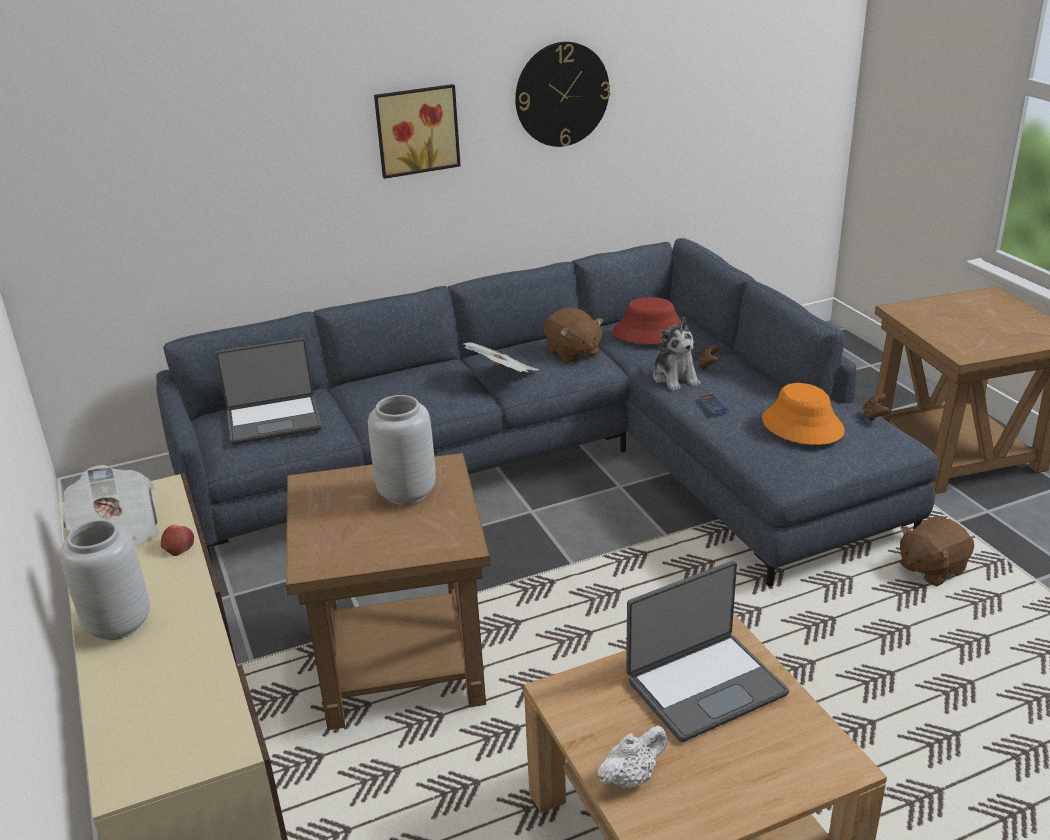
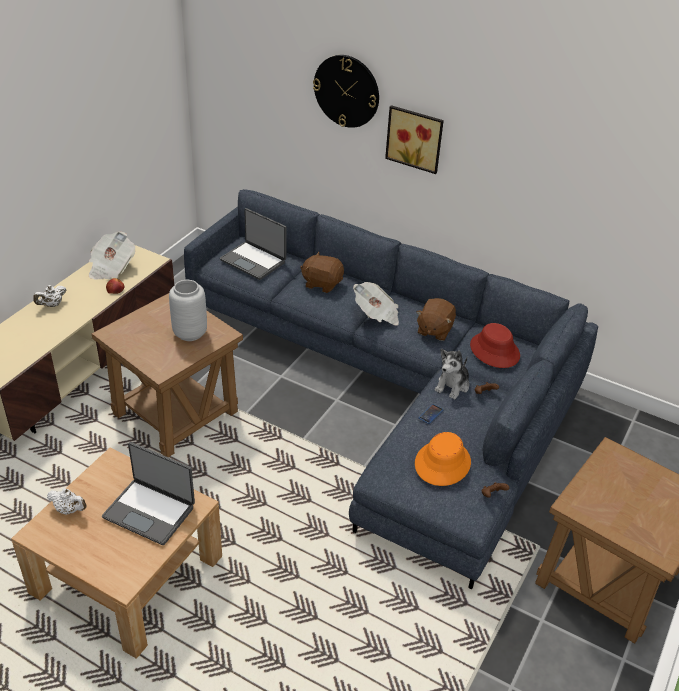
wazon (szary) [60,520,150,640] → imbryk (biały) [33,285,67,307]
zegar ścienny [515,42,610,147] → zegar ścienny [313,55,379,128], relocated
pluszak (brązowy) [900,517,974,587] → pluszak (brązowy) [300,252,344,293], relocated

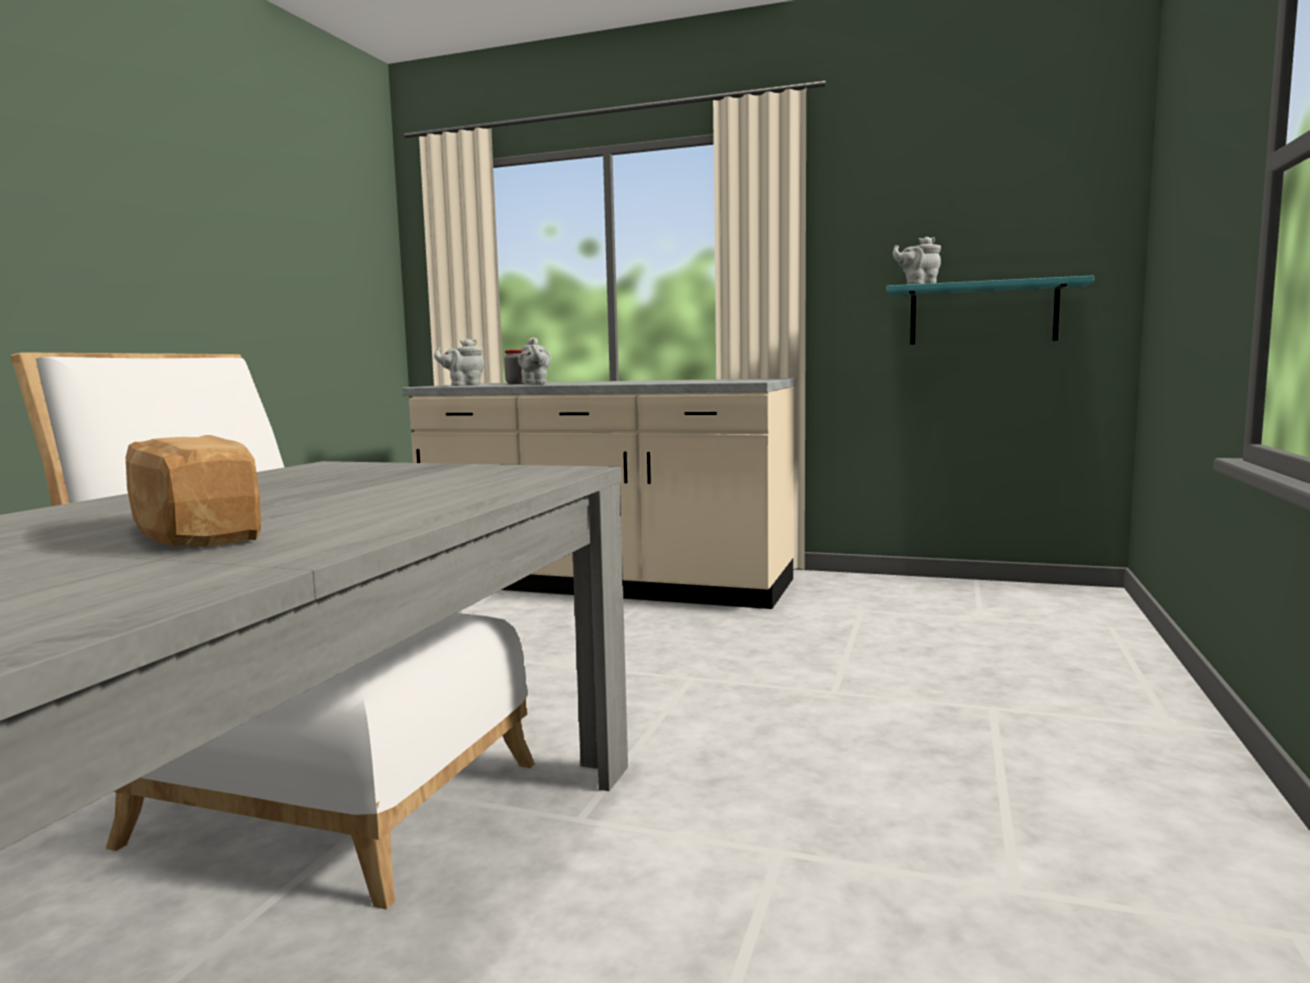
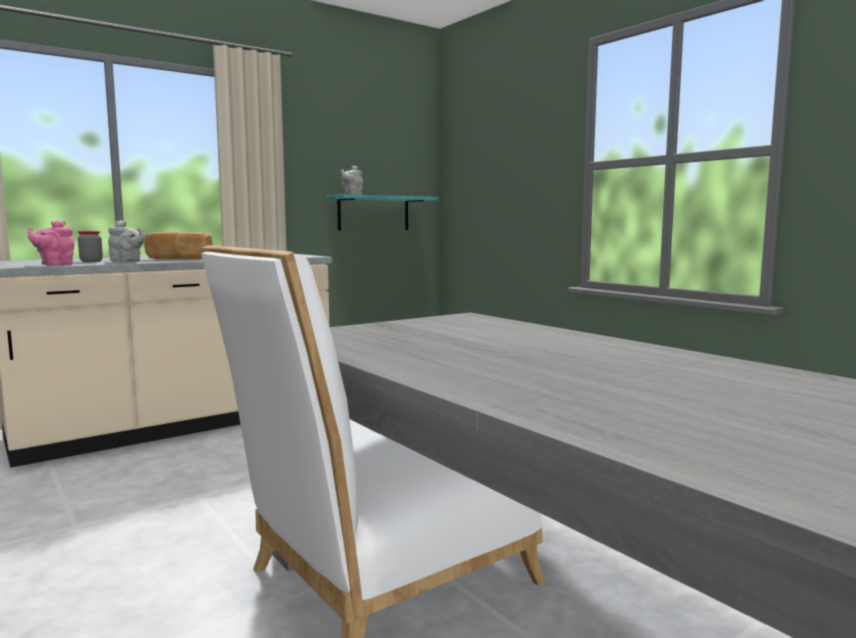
chleb [126,435,261,547] → chleb [144,232,213,259], relocated
imbryk (szary) [434,339,485,386] → imbryk (różowy) [28,220,75,265]

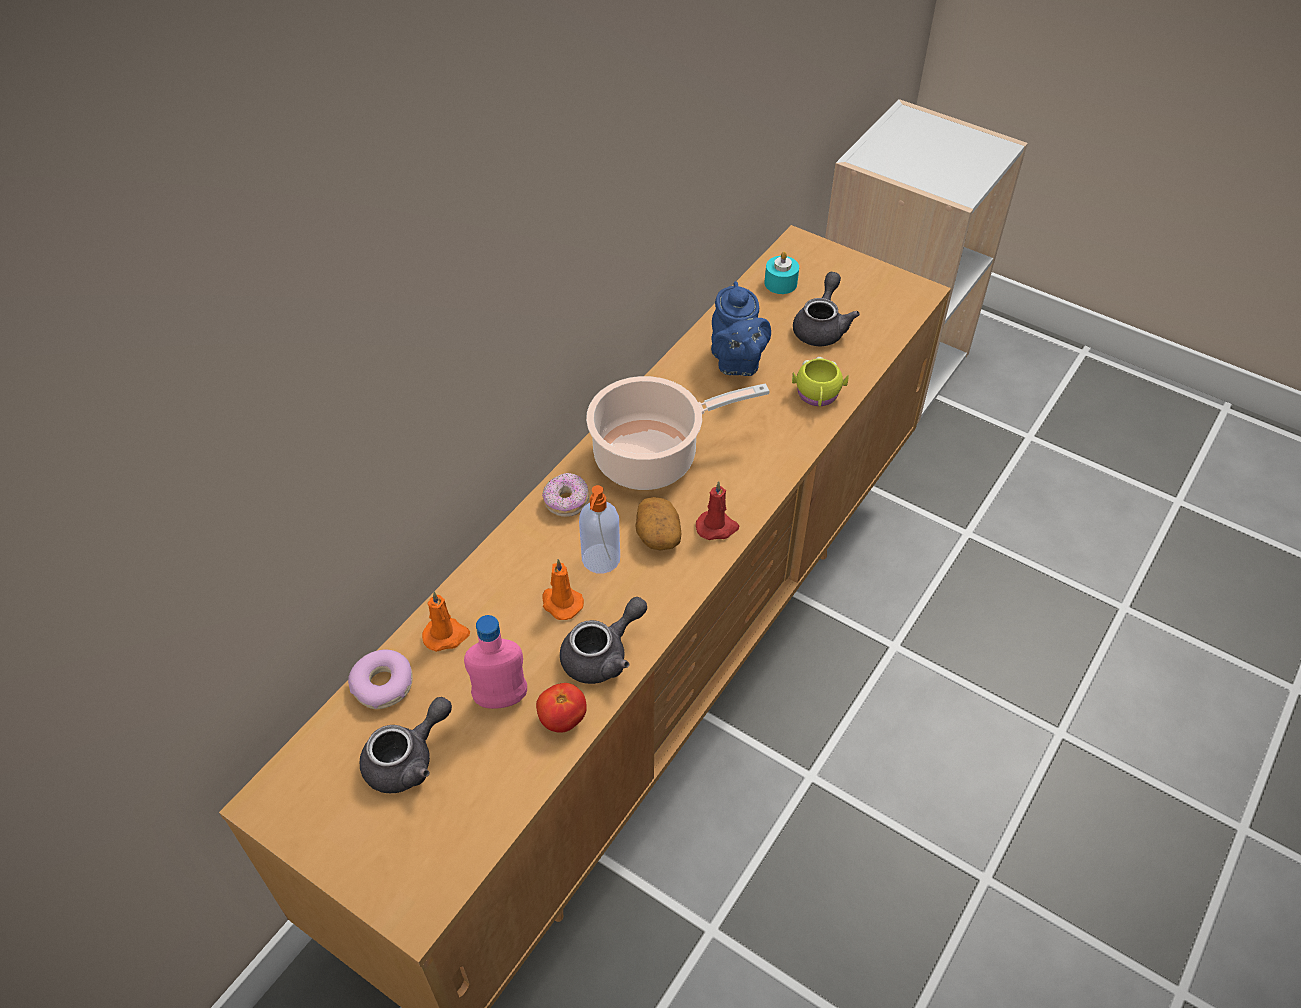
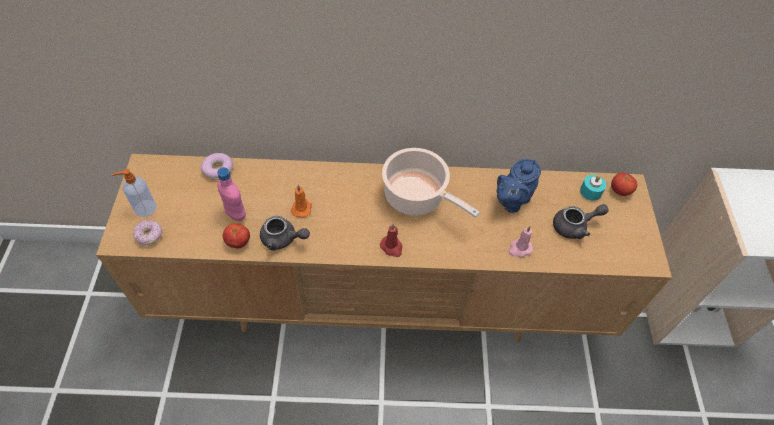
imbryk (szary) [360,697,452,793] → -
świeca (pomarańczowy) [422,592,470,652] → -
donut [542,473,589,517] → donut [133,220,162,246], relocated
dozownik mydła [579,485,620,574] → dozownik mydła [112,169,157,217], relocated
ziemniak [635,497,681,551] → -
kubek (żółty) [792,357,849,407] → świeca (różowy) [509,226,533,257]
- → pomidor [611,173,637,196]

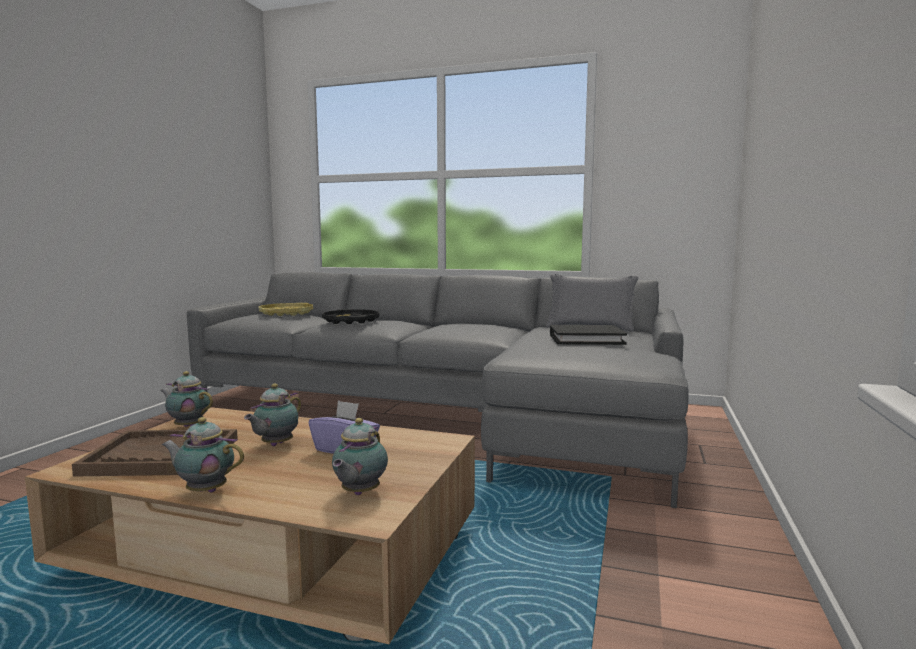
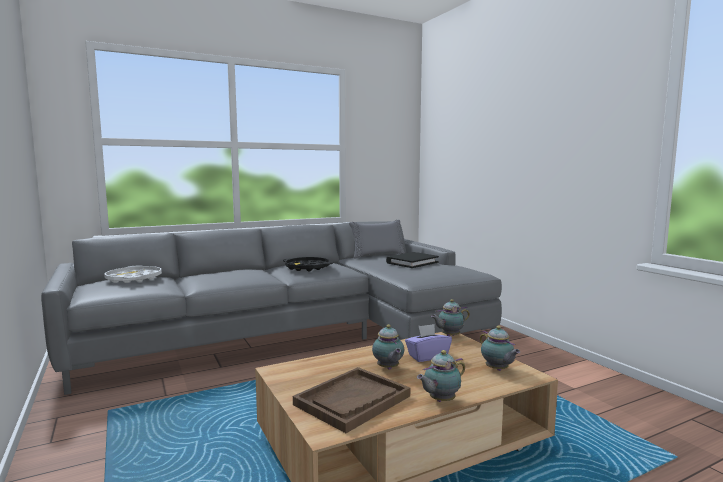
imbryk [160,371,213,427] → imbryk [431,299,470,336], relocated
taca (żółty) [259,303,313,316] → taca (biały) [104,265,162,283]
taca (czarny) [322,309,380,324] → taca (czarny) [283,257,333,271], relocated

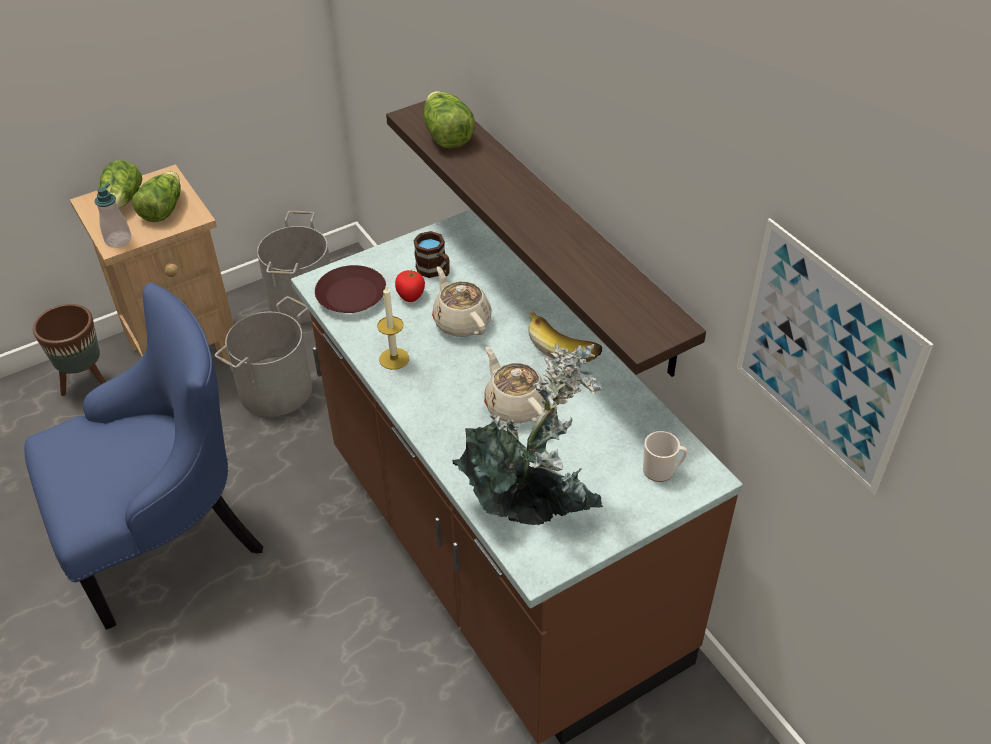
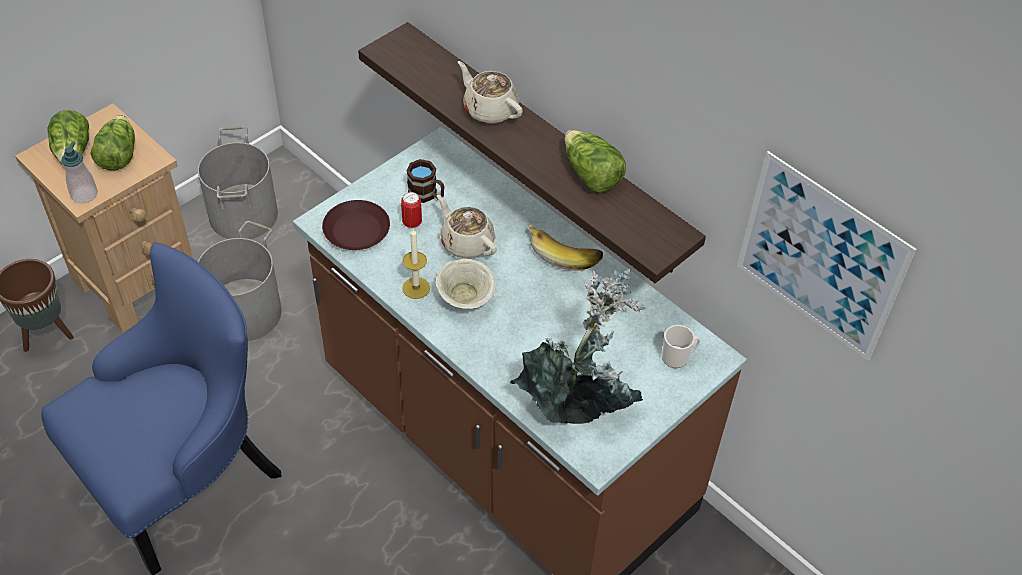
pomidor [395,269,425,302] → puszka [401,192,422,229]
sałata [423,91,475,148] → sałata [565,130,626,193], relocated
imbryk (beżowy) [484,347,547,423] → imbryk (beżowy) [458,61,523,124], relocated
- → miska (beżowy) [436,259,496,309]

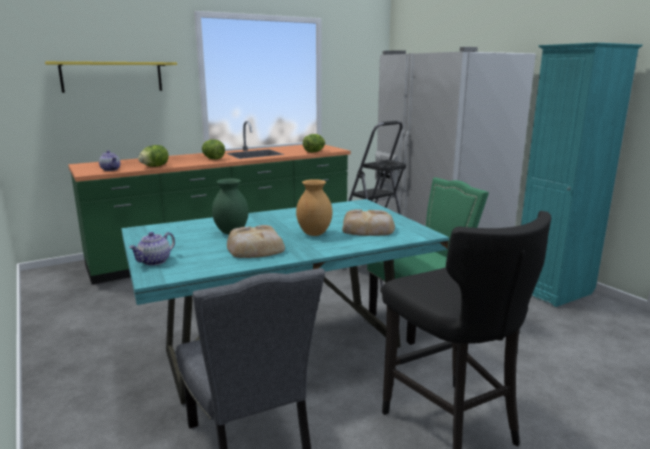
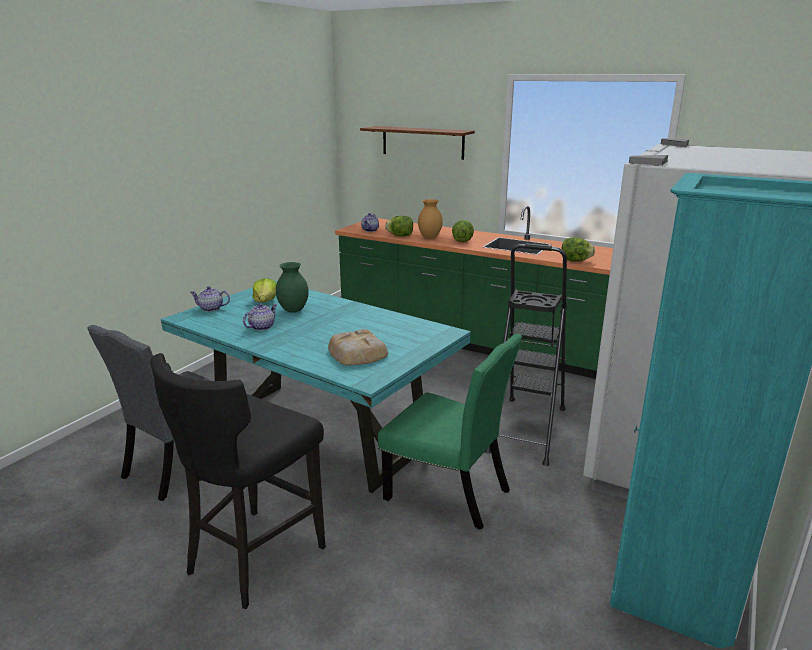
półka (żółty) [45,61,177,93] → półka (brązowy) [360,126,475,160]
chleb [227,225,285,258] → imbryk [243,303,278,331]
wazon (brązowy) [296,179,332,236] → wazon (brązowy) [418,199,443,238], relocated
- → sałata [252,278,277,302]

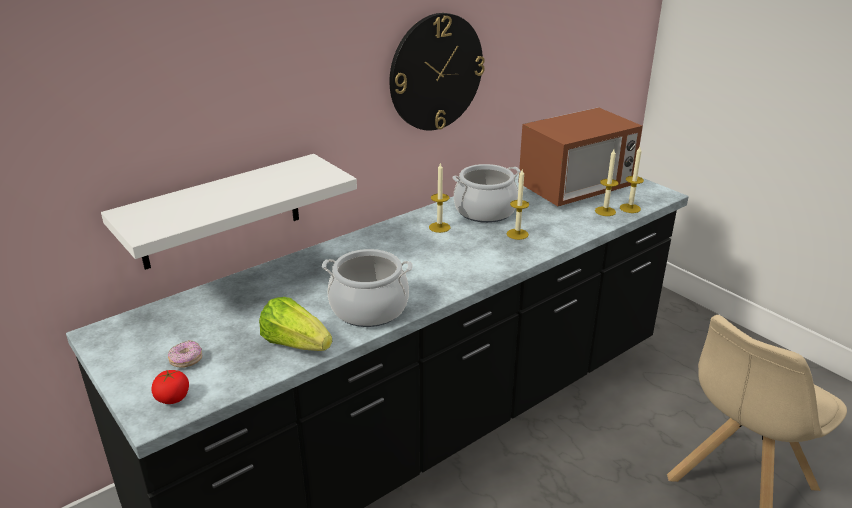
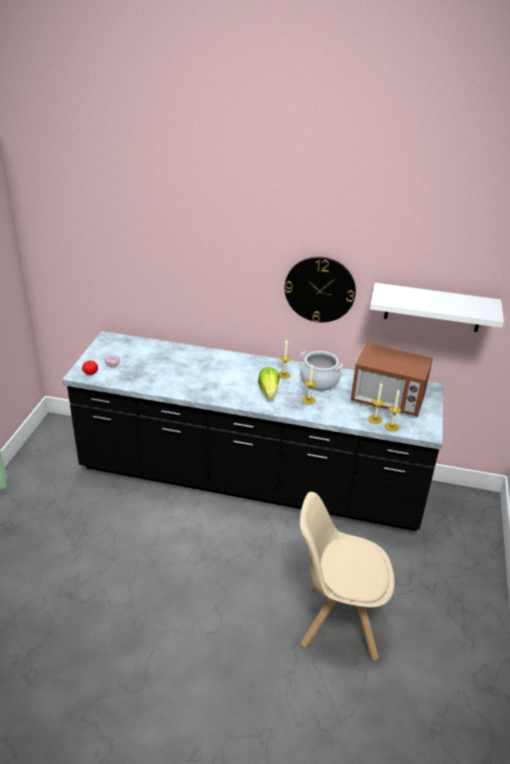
półka (biały) [101,154,357,270] → półka (biały) [370,283,504,332], relocated
sałata [259,297,332,351] → sałata [258,367,280,399], relocated
garnek [322,249,413,327] → -

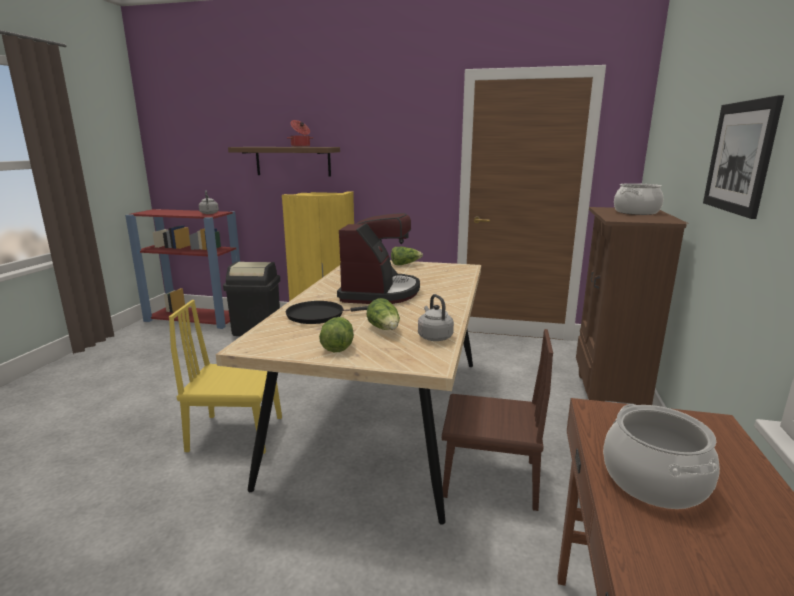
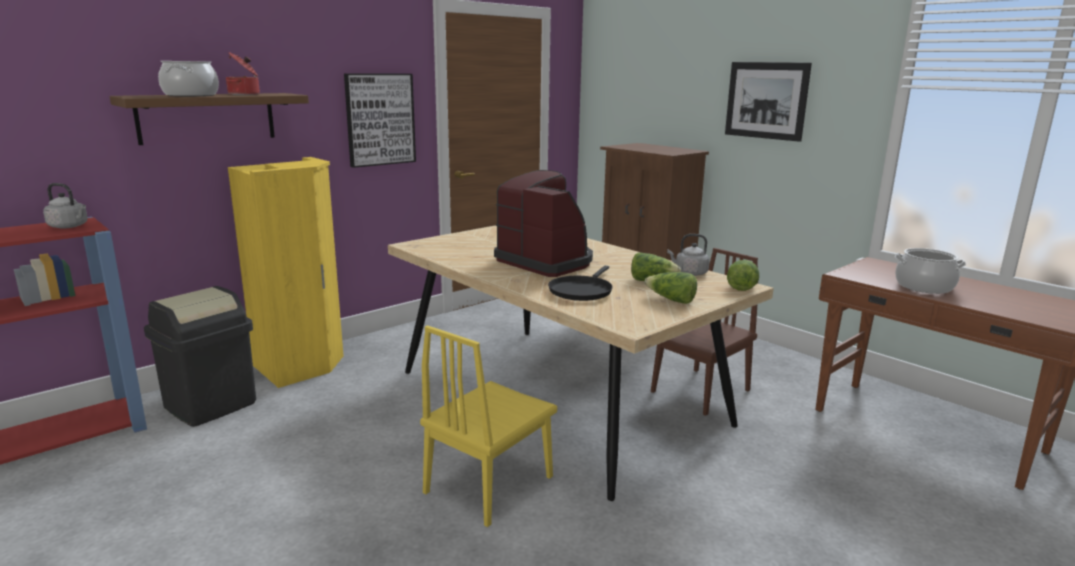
sałata [391,247,423,265] → sałata [727,260,759,291], relocated
garnek [614,183,663,215] → garnek [158,61,219,96], relocated
- → obraz [344,73,416,168]

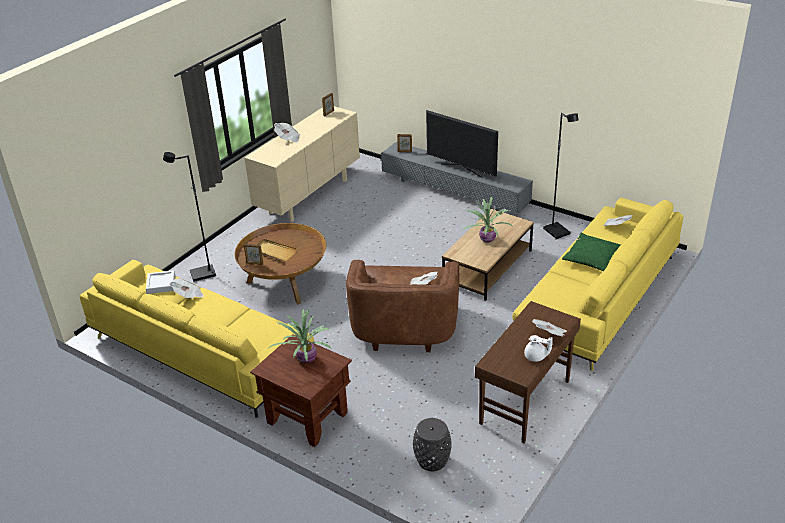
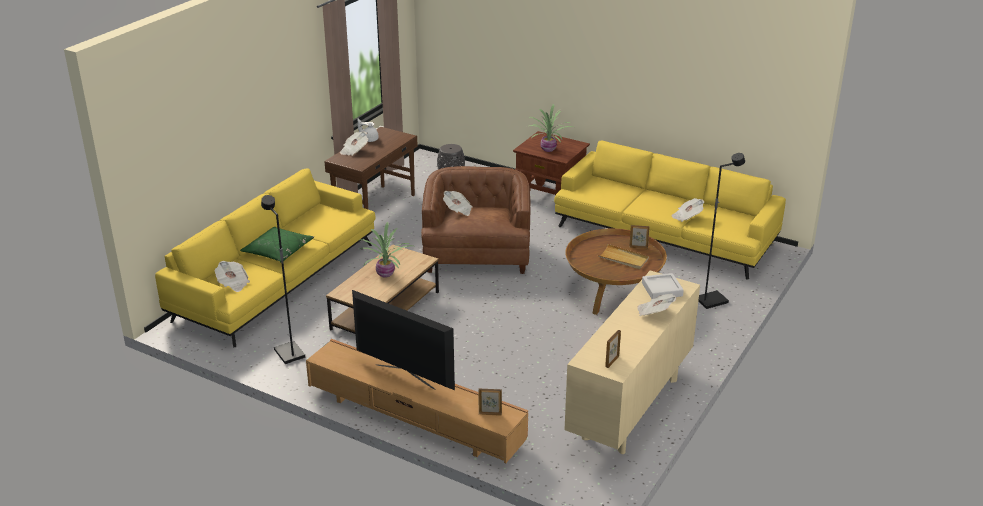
taca (szary) [146,270,175,294] → taca (szary) [642,273,684,299], relocated
szafka pod telewizor (szary) [381,142,533,213] → szafka pod telewizor (brązowy) [306,339,528,463]

